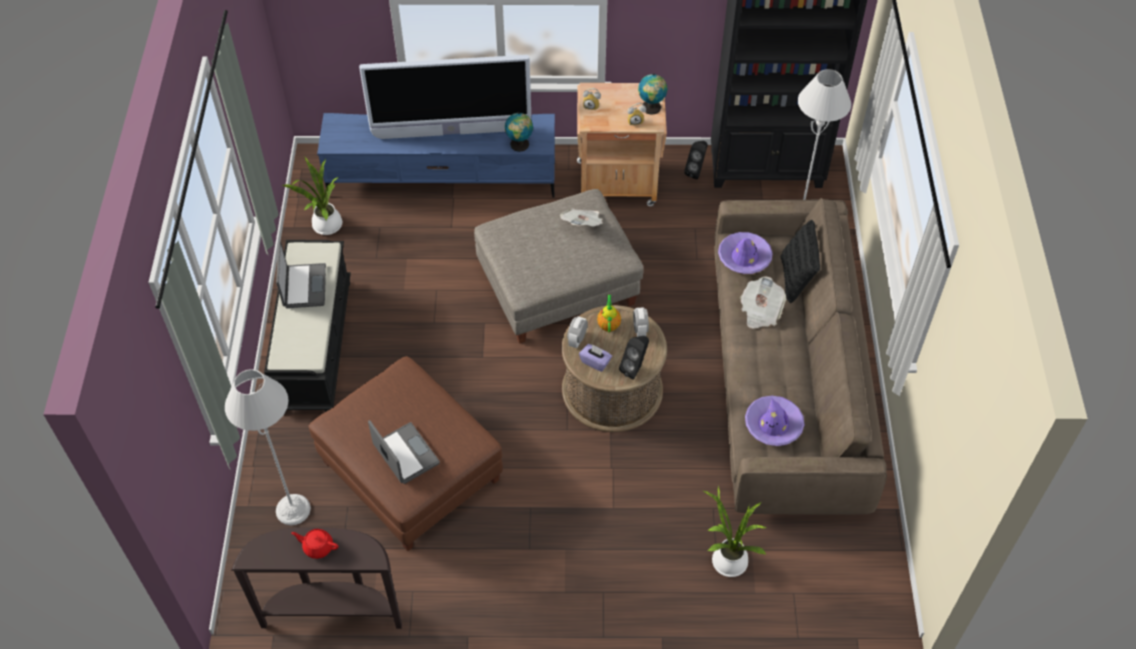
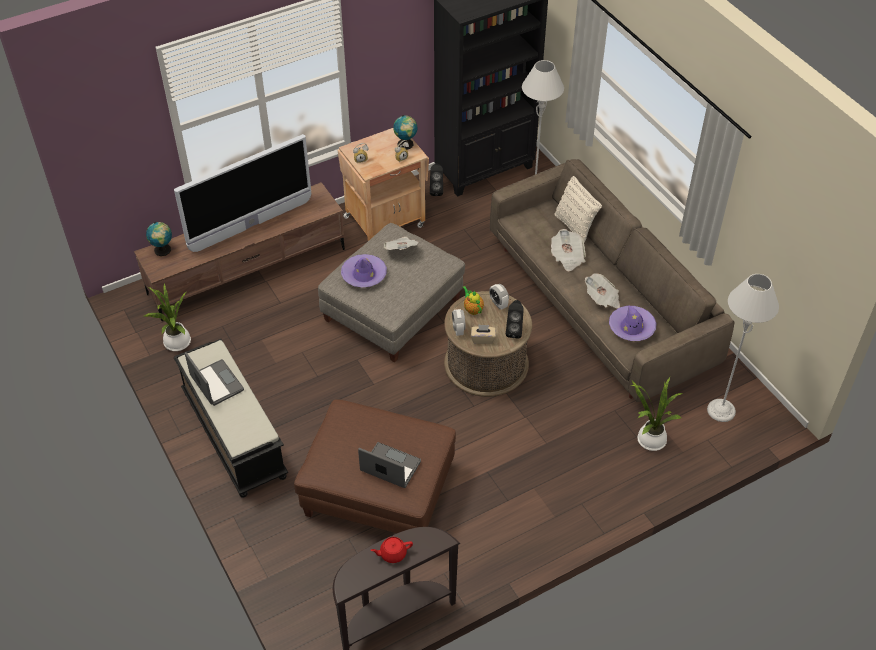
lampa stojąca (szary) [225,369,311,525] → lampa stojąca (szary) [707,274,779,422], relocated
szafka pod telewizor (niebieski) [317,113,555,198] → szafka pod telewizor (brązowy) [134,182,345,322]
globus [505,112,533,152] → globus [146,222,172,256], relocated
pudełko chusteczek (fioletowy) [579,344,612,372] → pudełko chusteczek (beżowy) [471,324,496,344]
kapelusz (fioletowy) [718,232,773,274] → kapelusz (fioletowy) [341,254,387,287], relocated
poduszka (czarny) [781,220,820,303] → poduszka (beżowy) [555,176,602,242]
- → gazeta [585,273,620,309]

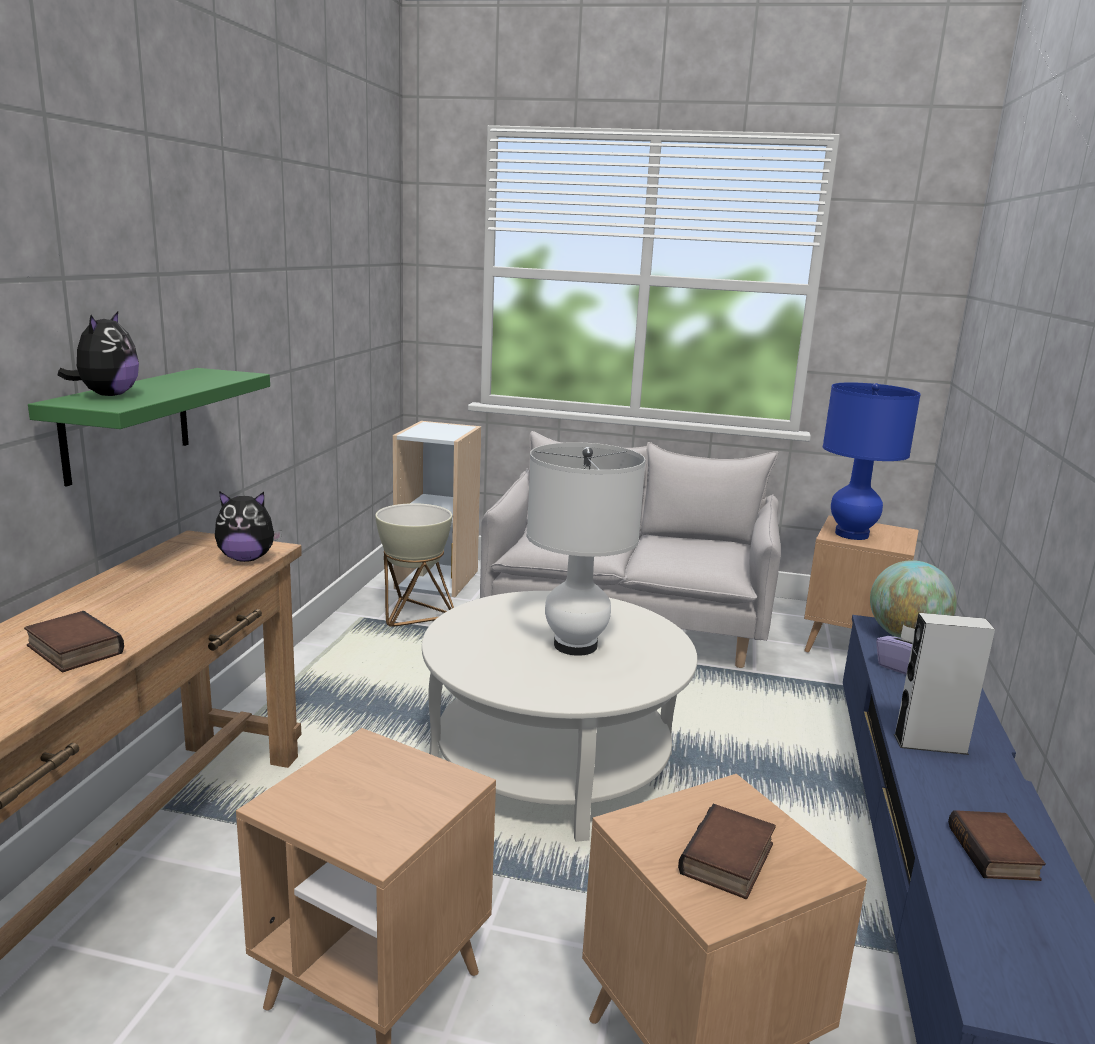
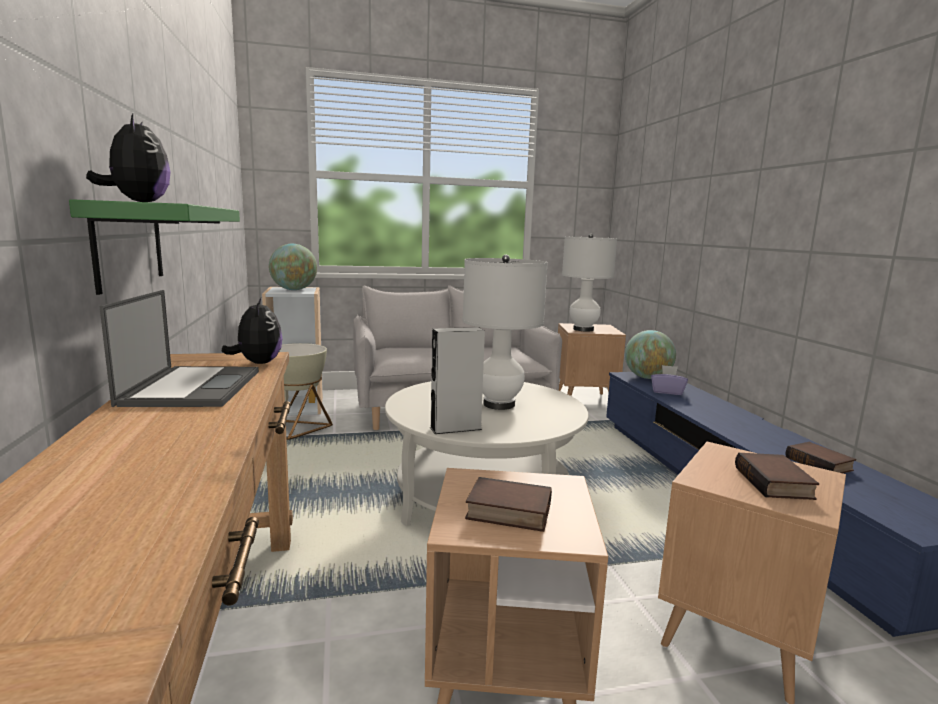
książka [24,611,124,672] → książka [465,477,552,532], relocated
pluszak [215,491,282,562] → pluszak [222,298,283,364], 75 degrees counterclockwise
lampa stołowa (niebieski) [823,382,921,540] → lampa stołowa (biały) [562,234,617,332]
głośnik (szary) [894,613,995,755] → głośnik (szary) [430,327,485,434], relocated
- → laptop [99,290,259,407]
- → globus [269,244,317,290]

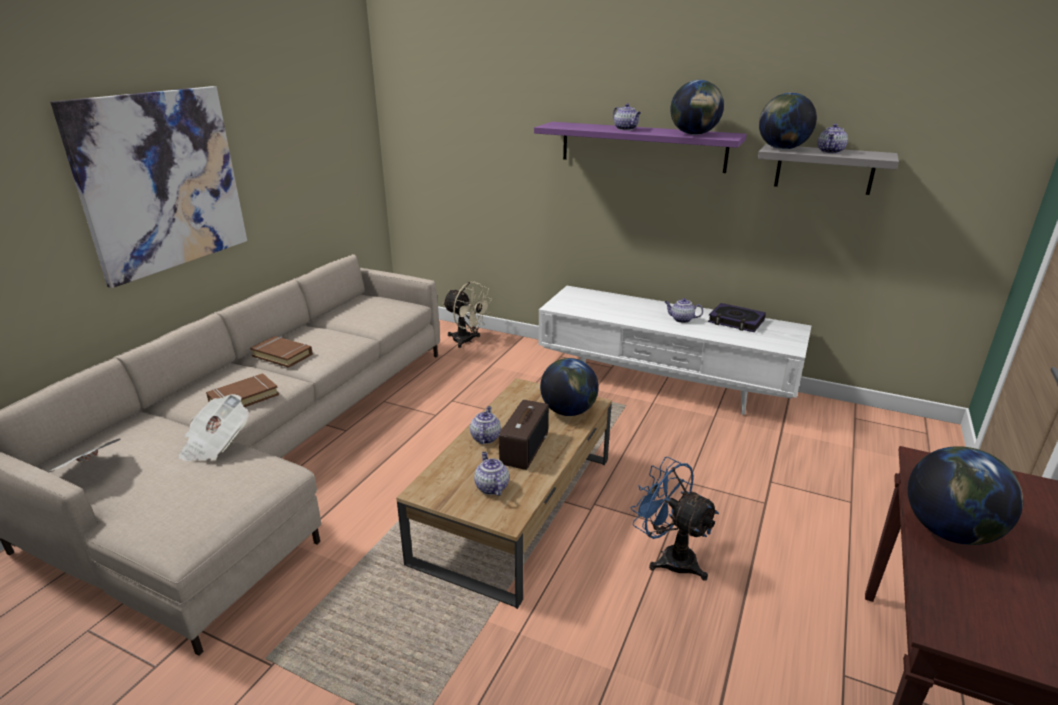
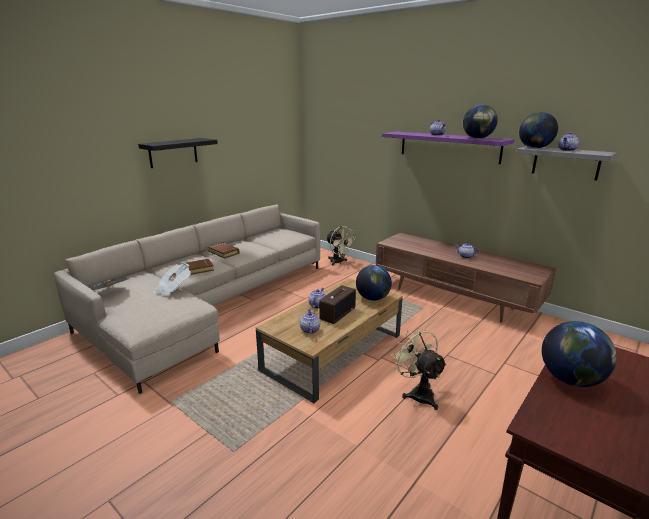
obraz [51,86,247,288] → półka (czarny) [138,138,218,168]
szafka pod telewizor (biały) [539,286,811,415] → szafka pod telewizor (brązowy) [376,233,556,323]
wentylator (niebieski) [631,456,719,581] → wentylator (beżowy) [391,327,447,410]
książka [708,303,766,332] → -

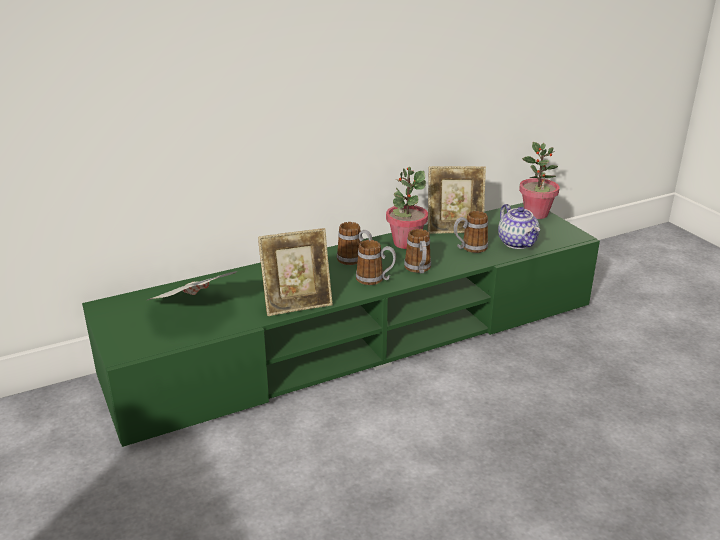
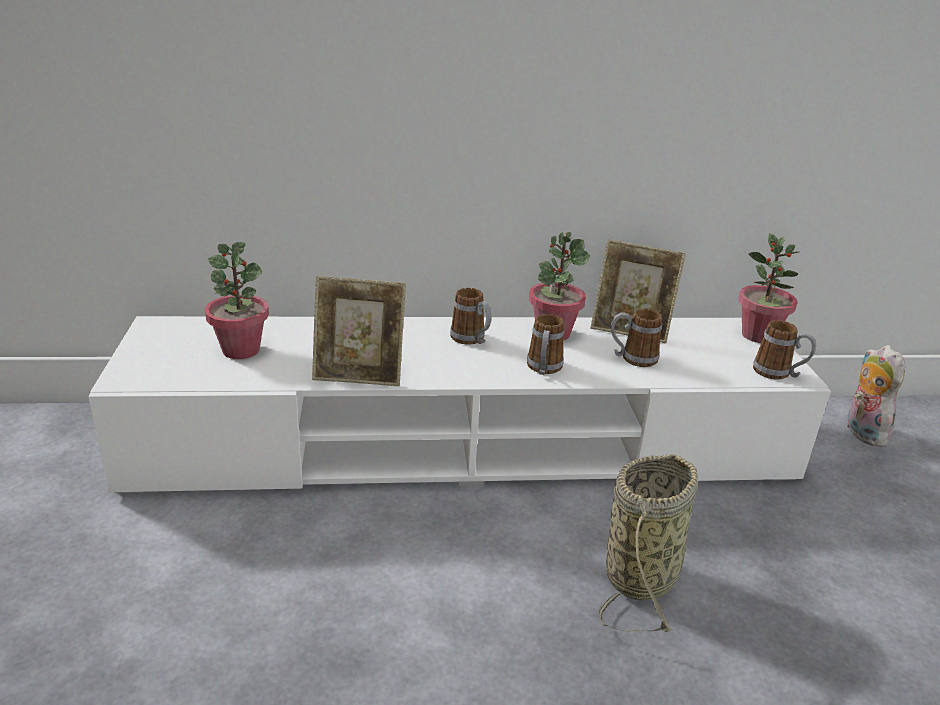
szafka pod telewizor (zielony) [82,203,600,447] → szafka pod telewizor (biały) [88,316,831,493]
gazeta [146,271,237,301] → roślina doniczkowa [205,242,269,359]
kubek [356,240,396,285] → kubek [753,320,816,380], relocated
imbryk [498,204,540,249] → -
- → koszyk [599,454,698,632]
- → pluszak [846,345,905,447]

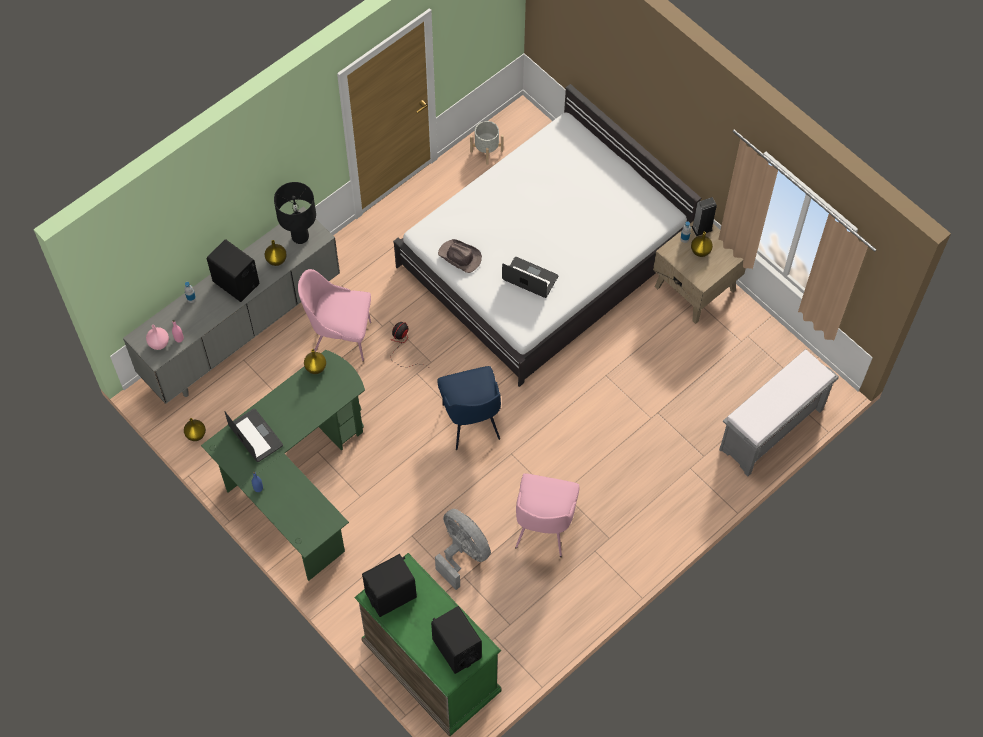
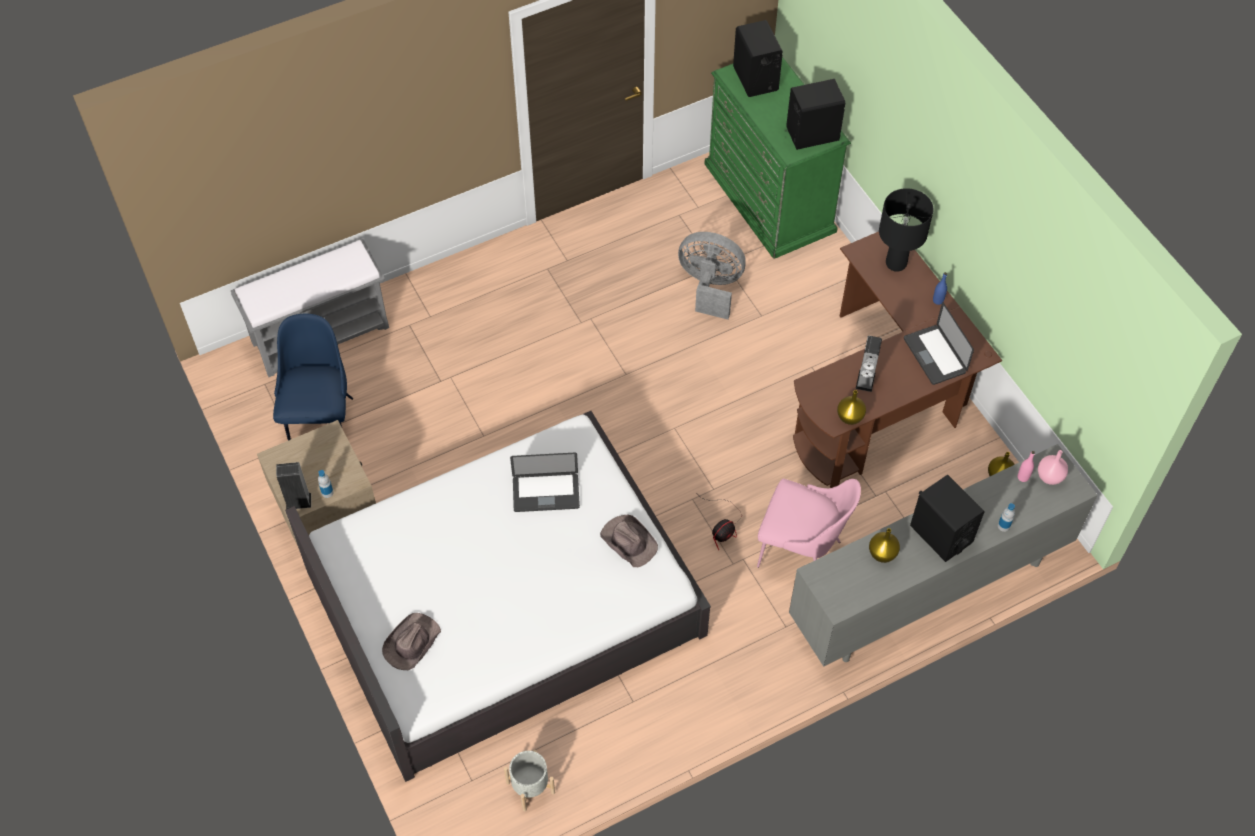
biurko (zielony) [201,350,365,581] → biurko (brązowy) [793,231,1002,488]
lampa stołowa (czarny) [274,182,316,244] → lampa stołowa (czarny) [879,188,934,272], relocated
wentylator (szary) [435,509,491,590] → wentylator (szary) [678,232,746,319], 135 degrees clockwise
krzesło (niebieski) [437,366,501,450] → krzesło (niebieski) [273,313,353,441], relocated
laptop [502,257,558,298] → laptop [510,453,580,512], 45 degrees counterclockwise
krzesło (różowy) [515,473,579,557] → -
wazon (żółty) [691,232,713,257] → -
- → kapelusz (brązowy) [382,613,441,670]
- → głośnik [856,336,882,392]

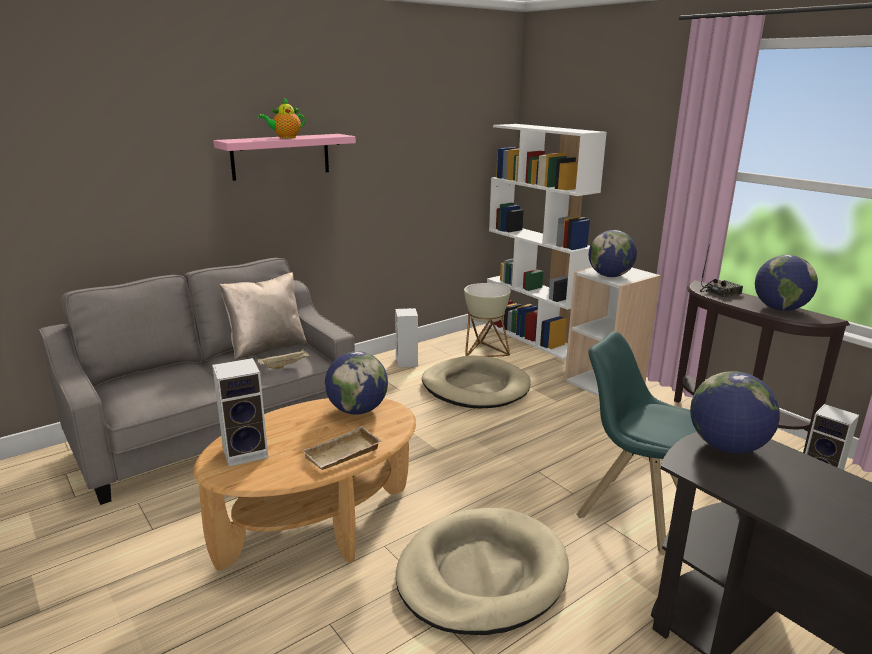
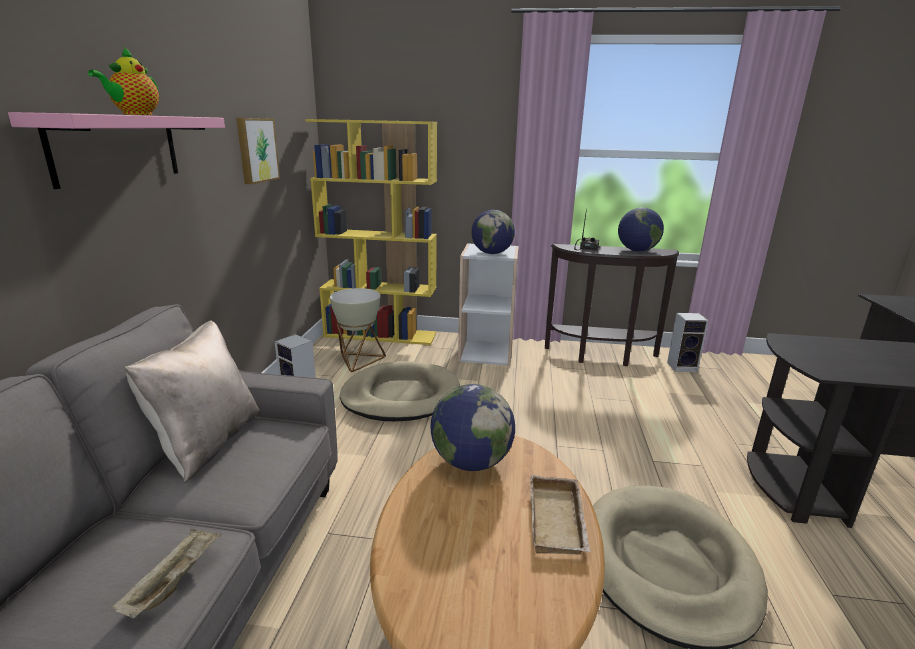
głośnik [212,358,268,467] → -
taca (beżowy) [257,349,311,369] → taca (beżowy) [113,529,222,618], relocated
regał (biały) [485,124,607,359] → regał (żółty) [305,119,437,345]
krzesło (turkusowy) [577,331,697,555] → -
globus [690,371,780,454] → -
- → obraz [236,118,280,184]

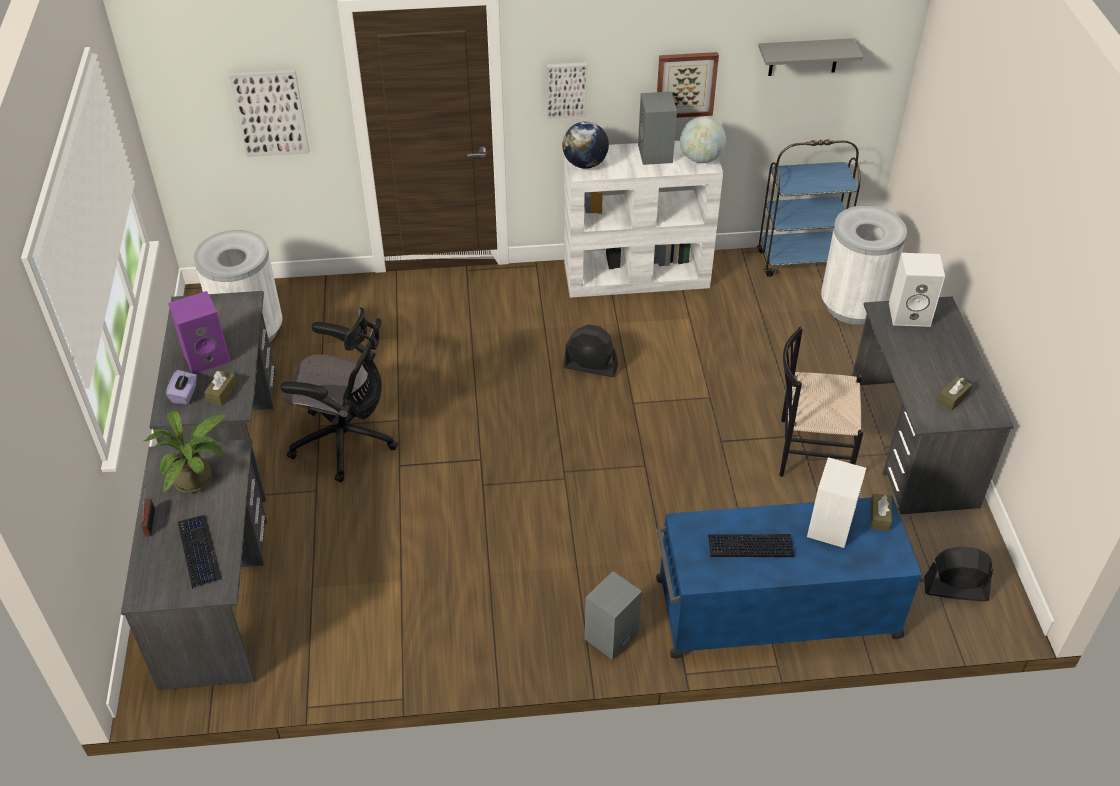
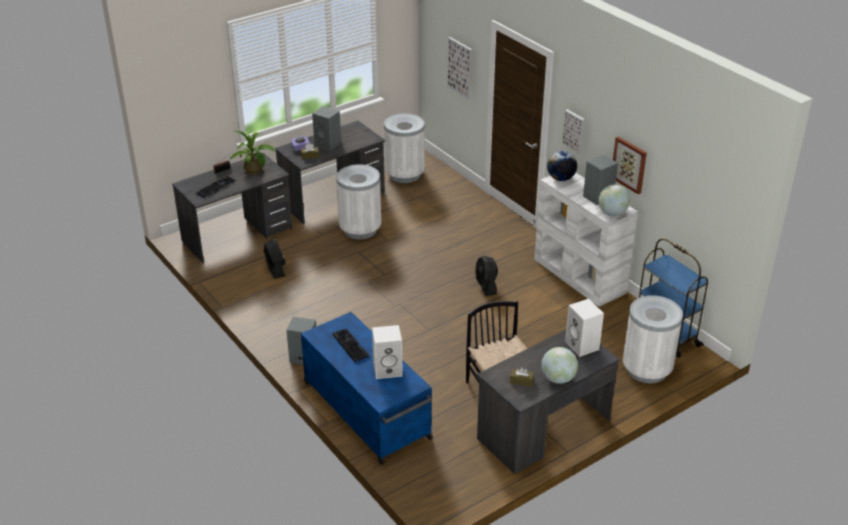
głośnik (fioletowy) [168,291,230,374] → głośnik (szary) [312,106,341,151]
krzesło biurowe [280,307,398,482] → kosz na śmieci (biały) [336,164,381,239]
półka (szary) [758,38,863,76] → -
pudełko chusteczek (brązowy) [870,494,892,531] → -
wentylator (czarny) [924,546,993,601] → wentylator (czarny) [264,239,286,279], relocated
- → globus [541,347,578,384]

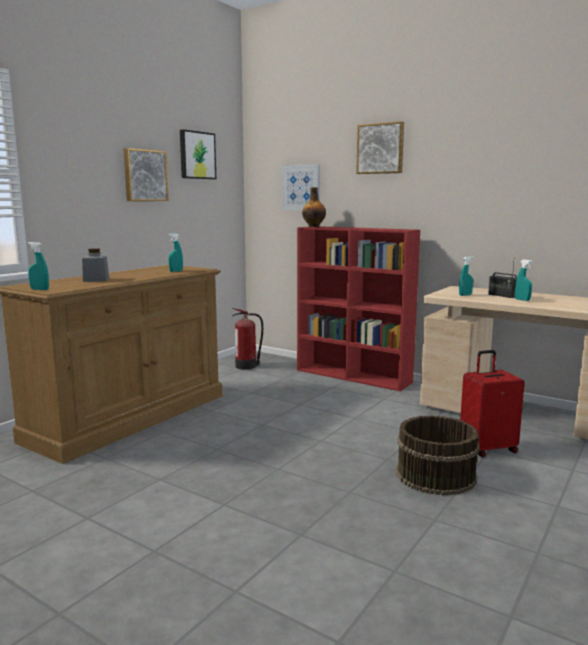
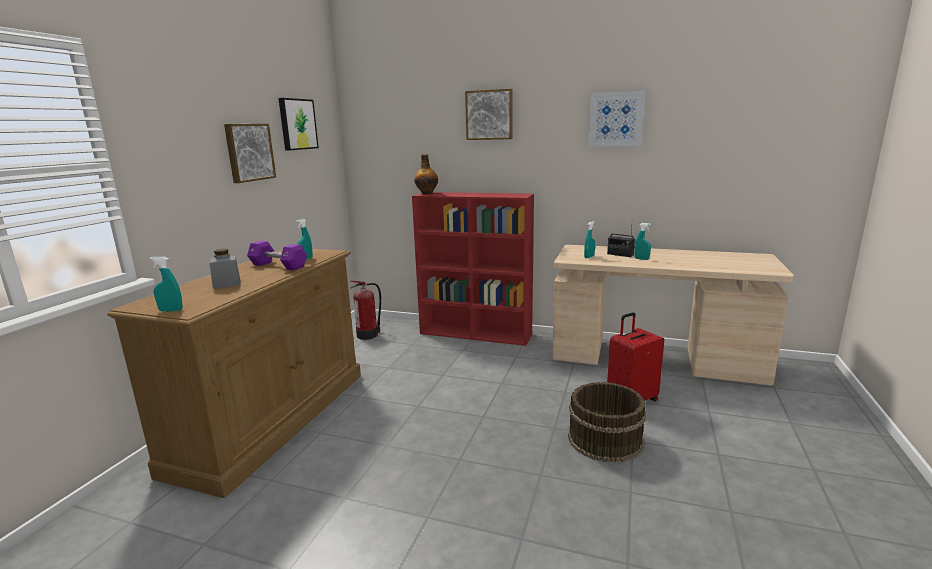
obraz [281,164,320,210] → obraz [588,91,645,146], relocated
- → hantel (fioletowy) [247,241,307,270]

